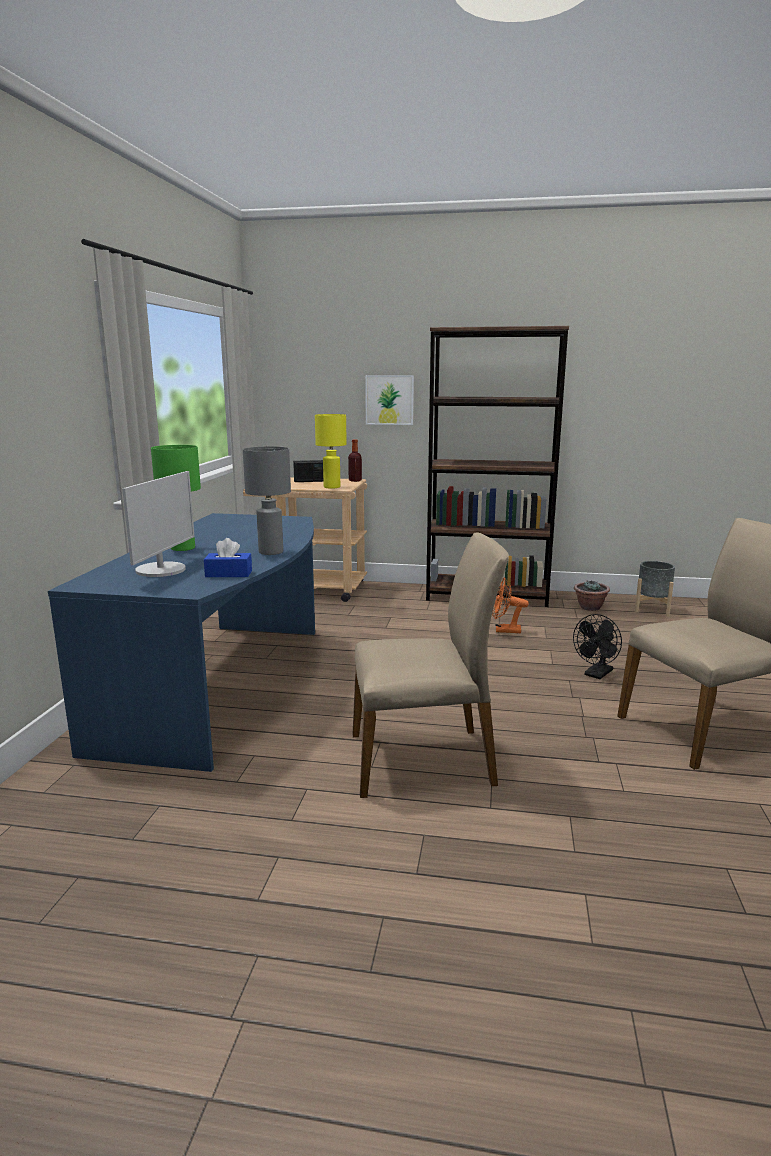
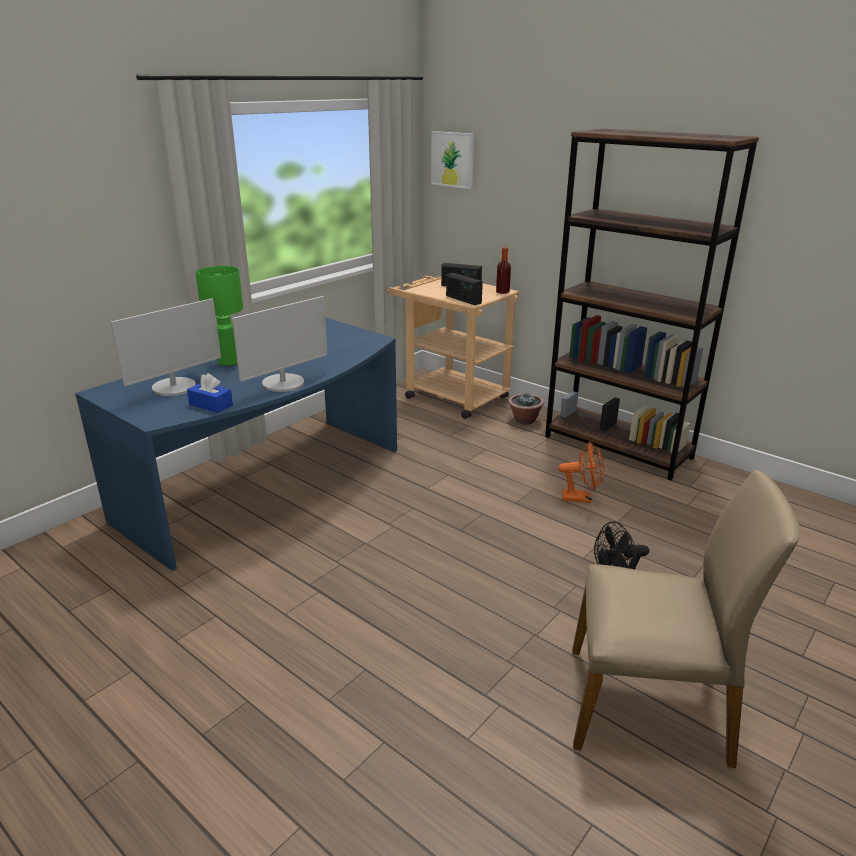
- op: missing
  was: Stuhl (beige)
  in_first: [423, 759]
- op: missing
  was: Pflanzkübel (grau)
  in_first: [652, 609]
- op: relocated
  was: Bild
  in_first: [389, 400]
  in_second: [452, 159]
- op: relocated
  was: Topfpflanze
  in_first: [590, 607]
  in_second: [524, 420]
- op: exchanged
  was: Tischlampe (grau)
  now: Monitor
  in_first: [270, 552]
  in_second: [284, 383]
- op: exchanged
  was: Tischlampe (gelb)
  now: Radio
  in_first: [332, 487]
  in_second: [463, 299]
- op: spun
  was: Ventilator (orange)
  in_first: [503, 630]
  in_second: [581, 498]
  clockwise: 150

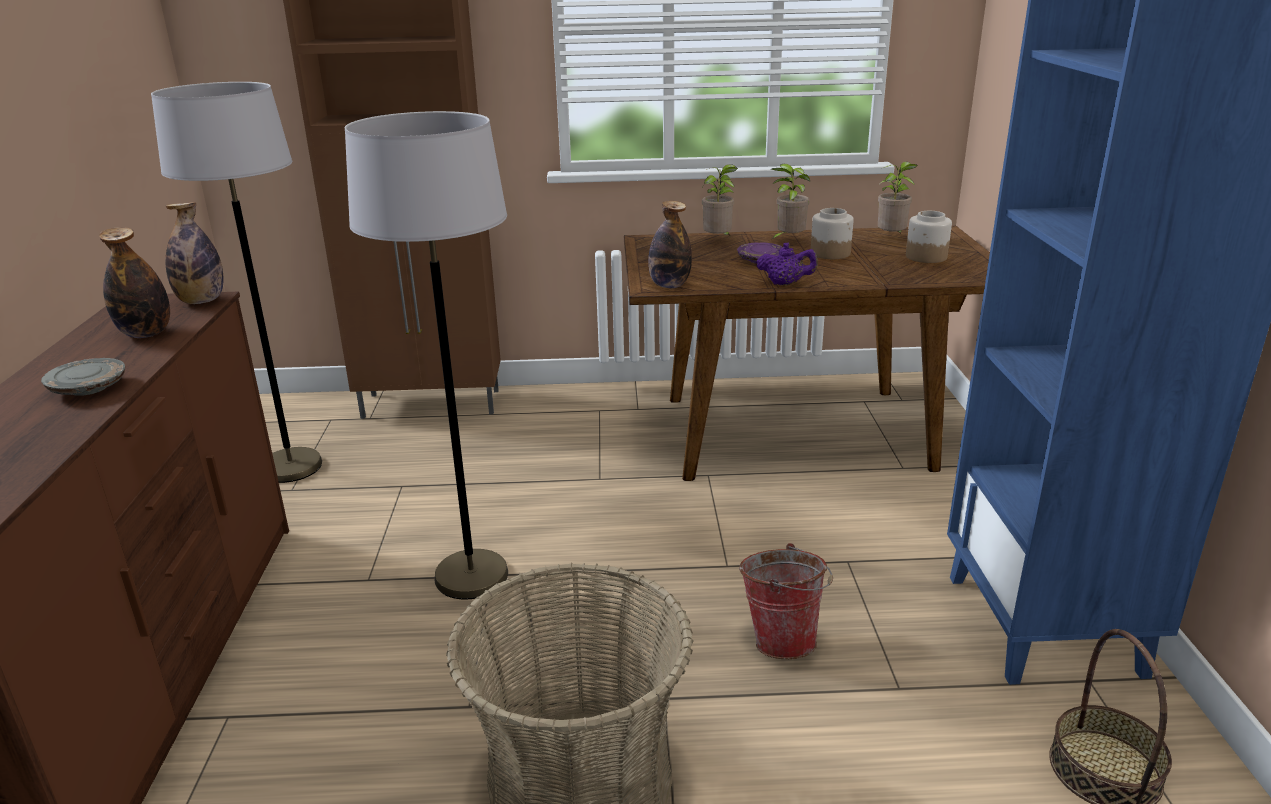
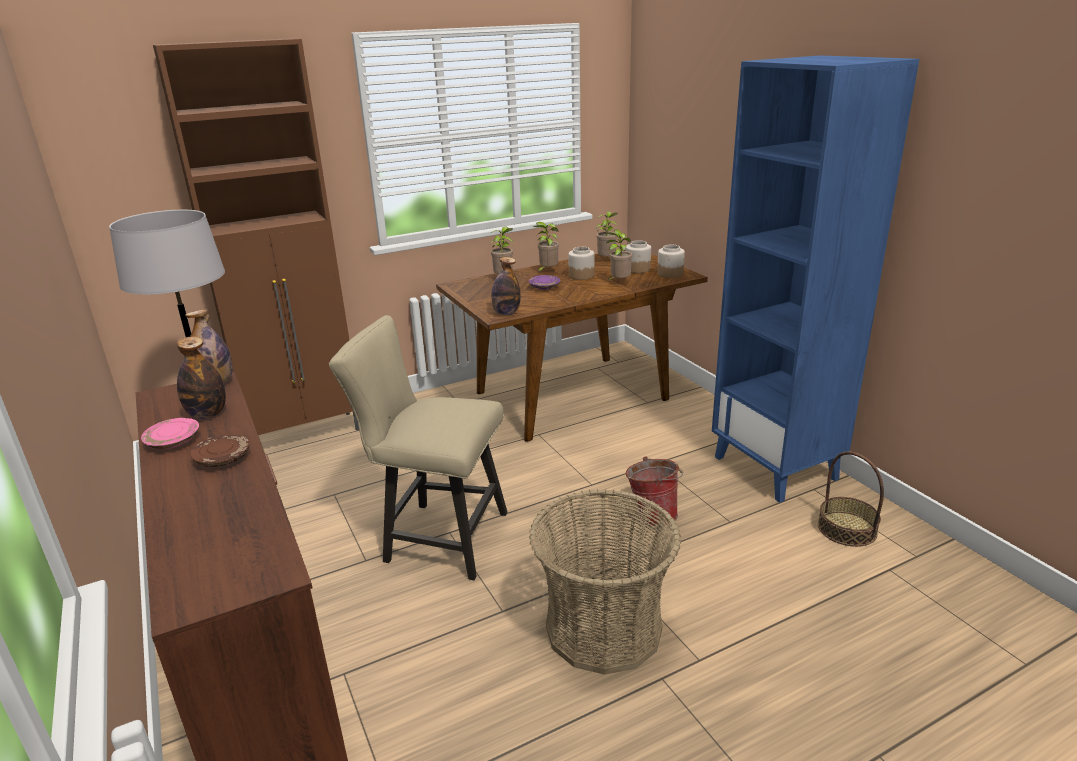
- op: missing
  was: Teekanne (lila)
  in_first: [785, 284]
- op: appeared
  now: Teller (rosa)
  in_second: [173, 442]
- op: appeared
  now: Topfpflanze
  in_second: [619, 282]
- op: appeared
  now: Vorratsglas
  in_second: [670, 274]
- op: exchanged
  was: Stehlampe (grau)
  now: Stuhl (beige)
  in_first: [471, 576]
  in_second: [437, 537]
- op: colour
  was: Teller (grau)
  now: Teller (braun)
  in_first: [88, 388]
  in_second: [223, 459]

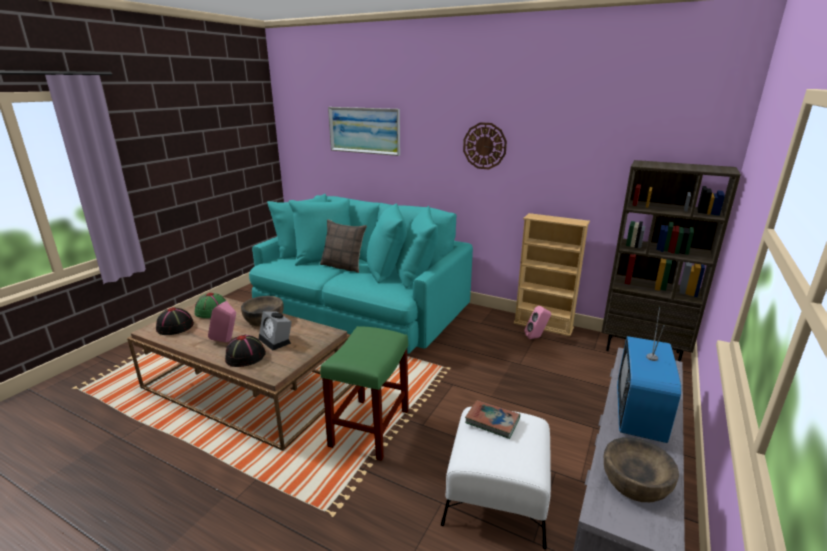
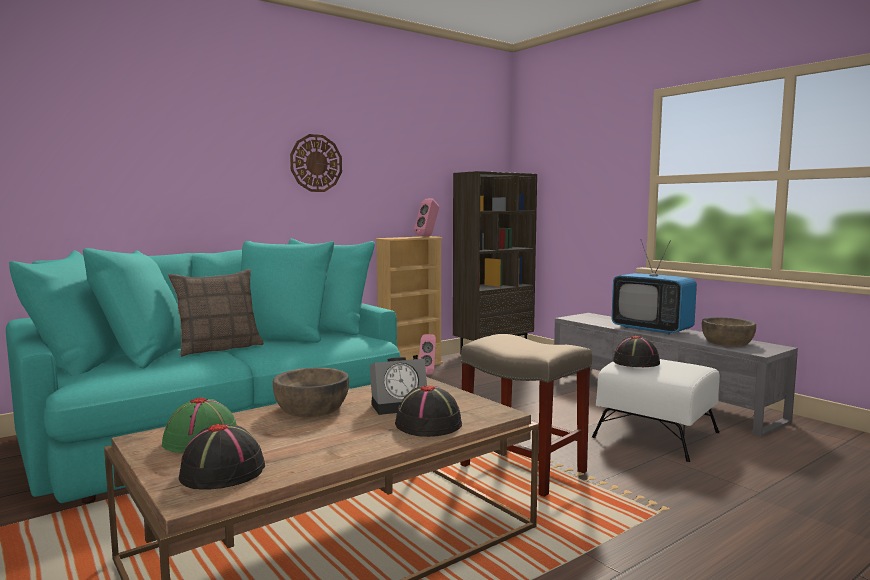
- op: missing
  was: Bild
  in_first: [364, 130]
- op: relocated
  was: Lautsprecher (rosa)
  in_first: [227, 342]
  in_second: [428, 236]
- op: exchanged
  was: Buch
  now: Hut (schwarz)
  in_first: [492, 421]
  in_second: [636, 362]
- op: colour
  was: Hocker (grün)
  now: Hocker (beige)
  in_first: [369, 429]
  in_second: [524, 469]

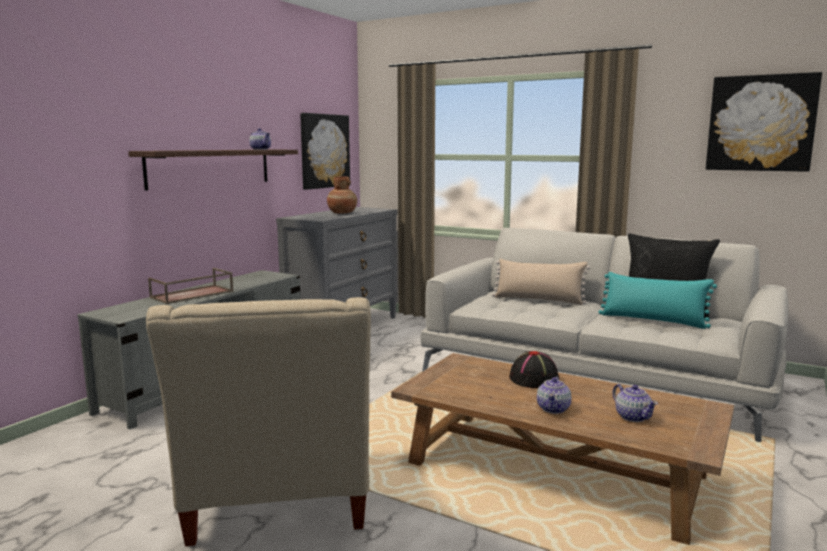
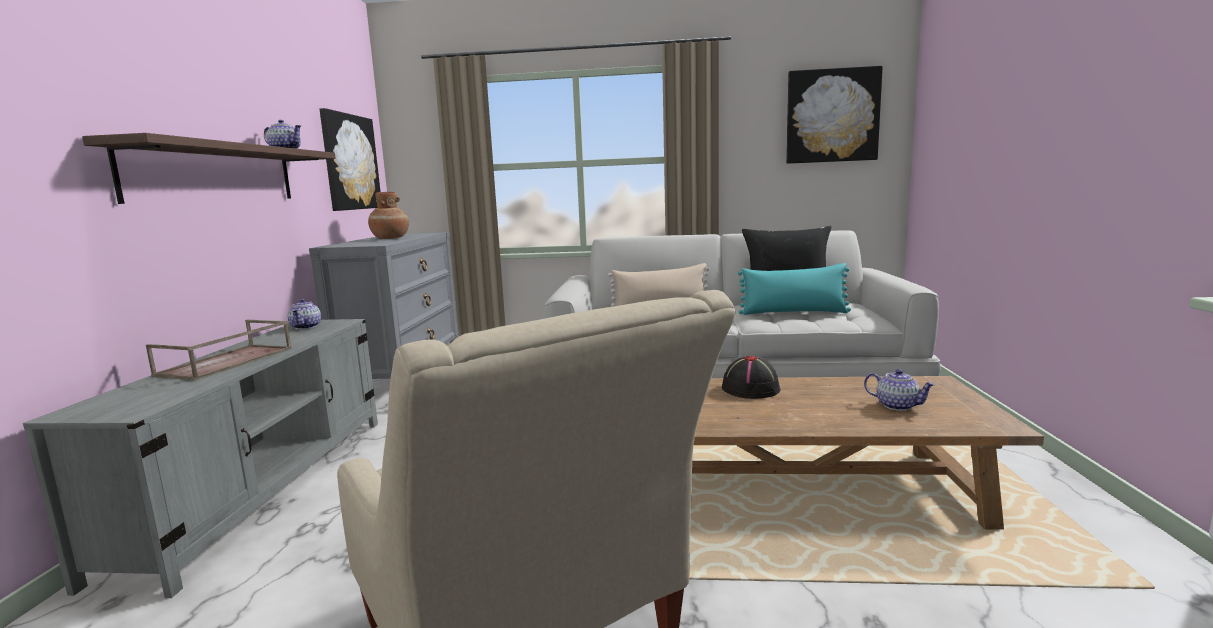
- op: relocated
  was: Teekanne
  in_first: [553, 408]
  in_second: [306, 327]

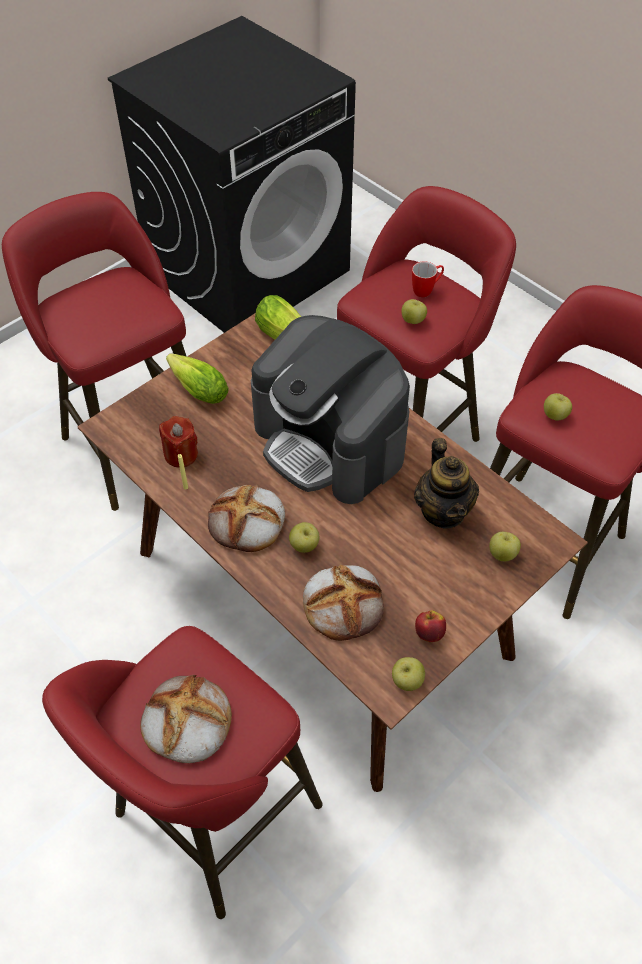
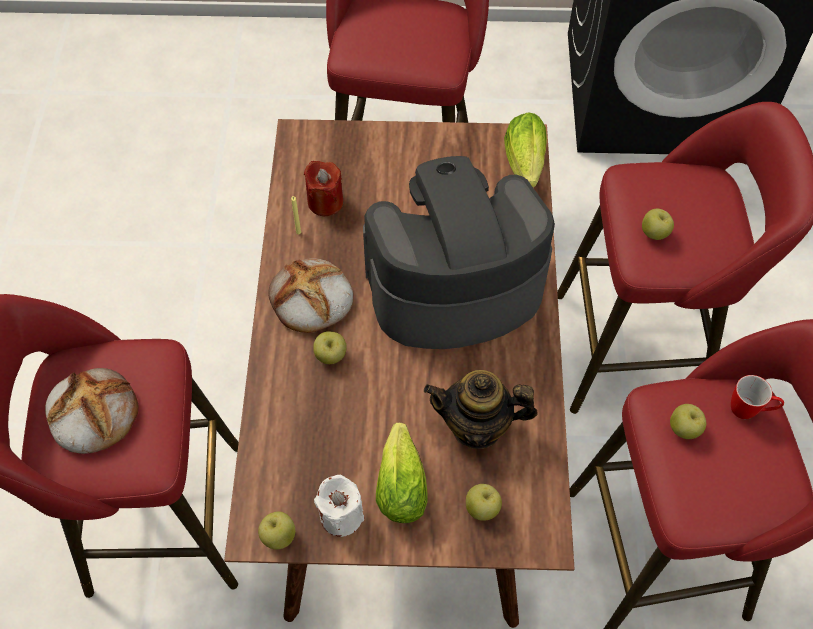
- op: missing
  was: Brot
  in_first: [344, 603]
- op: relocated
  was: Salatkopf
  in_first: [196, 388]
  in_second: [401, 480]
- op: relocated
  was: Henkelbecher
  in_first: [426, 290]
  in_second: [749, 411]
- op: exchanged
  was: Apfel
  now: Kerze (weiß)
  in_first: [429, 633]
  in_second: [341, 516]
- op: spun
  was: Kaffeemaschine
  in_first: [330, 442]
  in_second: [453, 287]
  clockwise: 75
- op: spun
  was: Teekanne
  in_first: [443, 511]
  in_second: [477, 426]
  clockwise: 60

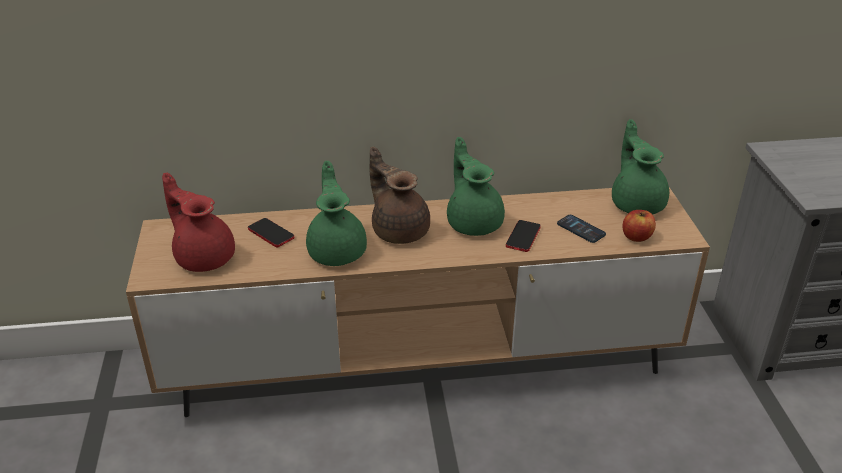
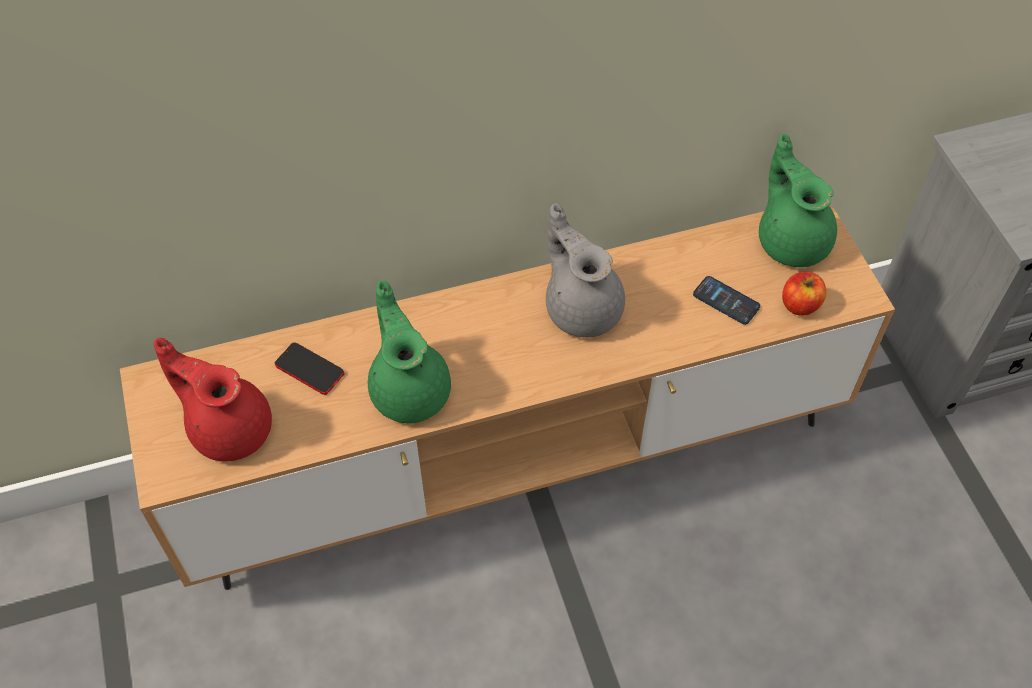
- op: missing
  was: Teekanne (braun)
  in_first: [399, 230]
- op: missing
  was: Handy
  in_first: [523, 237]
- op: colour
  was: Teekanne (grün)
  now: Teekanne (grau)
  in_first: [474, 222]
  in_second: [582, 307]

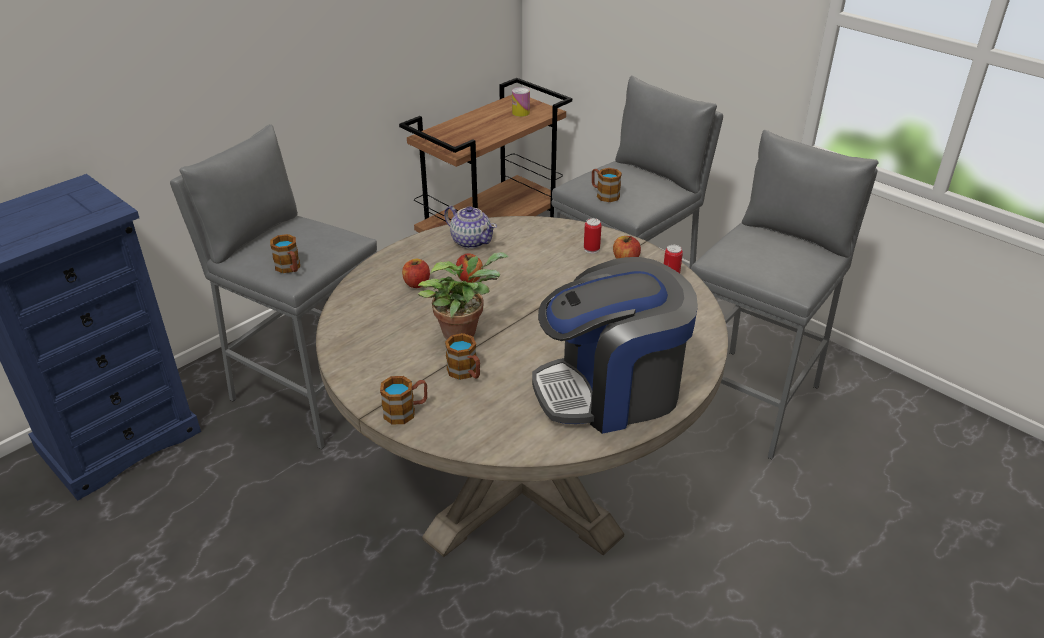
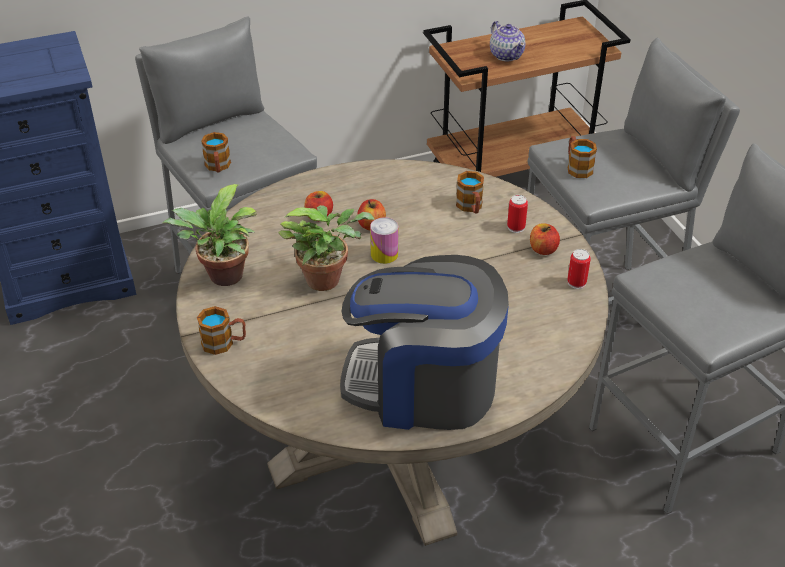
- op: appeared
  now: Topfpflanze
  in_second: [222, 278]
- op: relocated
  was: Teekanne
  in_first: [471, 241]
  in_second: [506, 55]
- op: relocated
  was: Henkelbecher
  in_first: [466, 373]
  in_second: [471, 207]
- op: relocated
  was: Dose
  in_first: [520, 113]
  in_second: [384, 254]

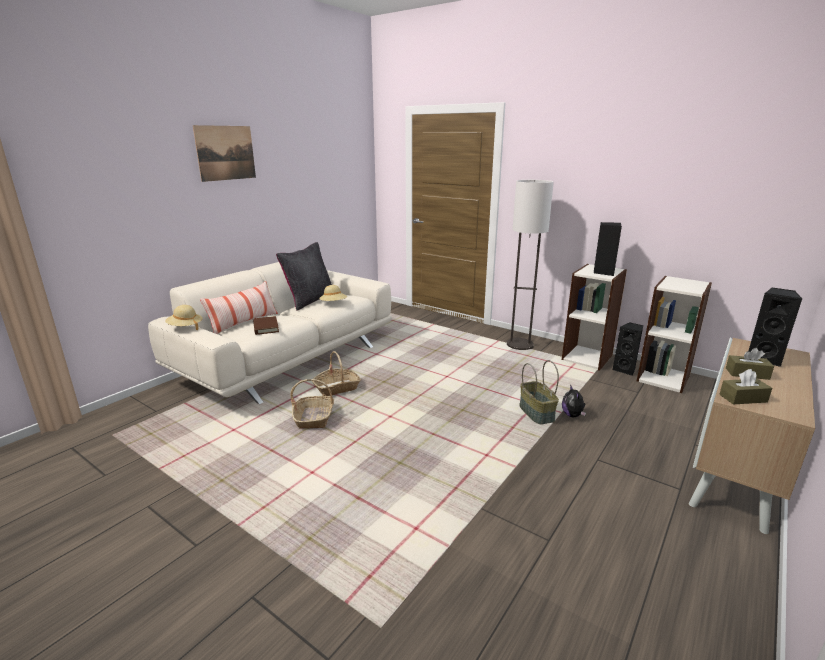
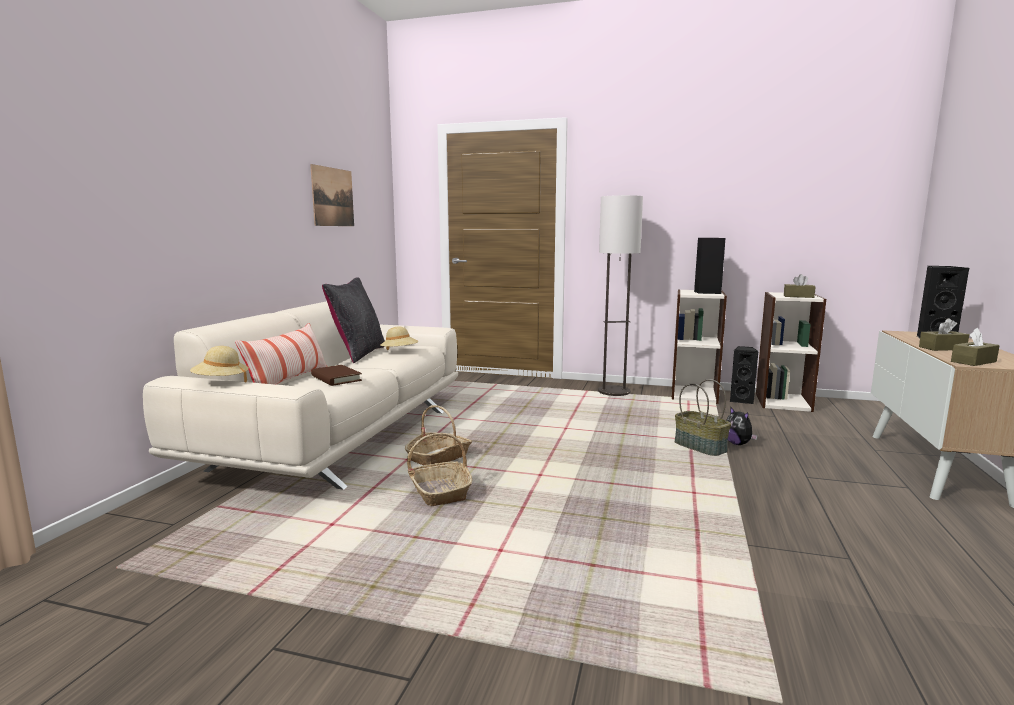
- op: appeared
  now: Taschentuchbox (braun)
  in_second: [798, 296]
- op: relocated
  was: Bild
  in_first: [226, 153]
  in_second: [333, 197]

